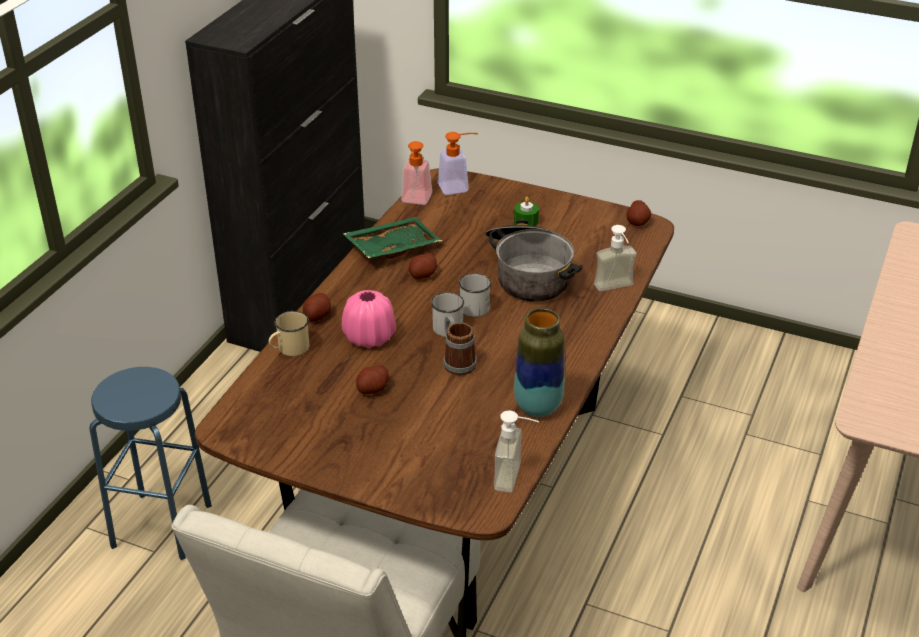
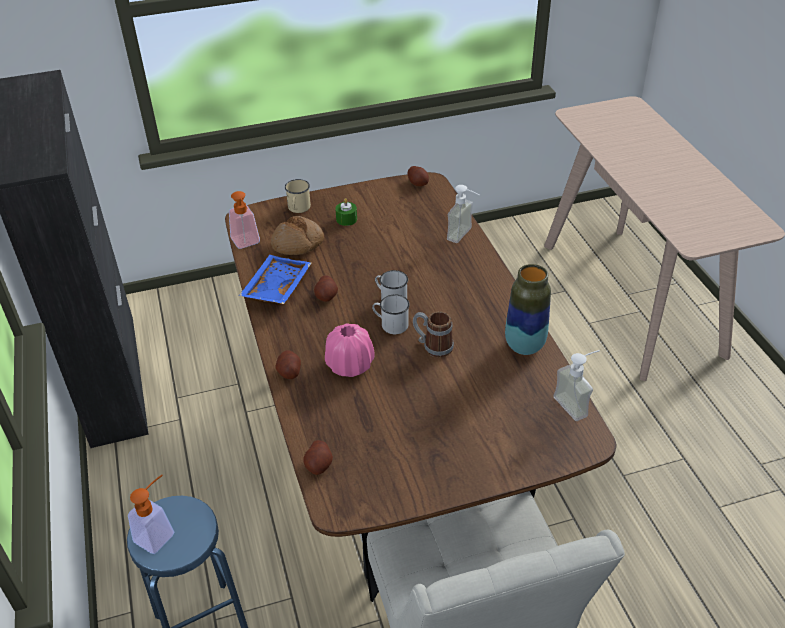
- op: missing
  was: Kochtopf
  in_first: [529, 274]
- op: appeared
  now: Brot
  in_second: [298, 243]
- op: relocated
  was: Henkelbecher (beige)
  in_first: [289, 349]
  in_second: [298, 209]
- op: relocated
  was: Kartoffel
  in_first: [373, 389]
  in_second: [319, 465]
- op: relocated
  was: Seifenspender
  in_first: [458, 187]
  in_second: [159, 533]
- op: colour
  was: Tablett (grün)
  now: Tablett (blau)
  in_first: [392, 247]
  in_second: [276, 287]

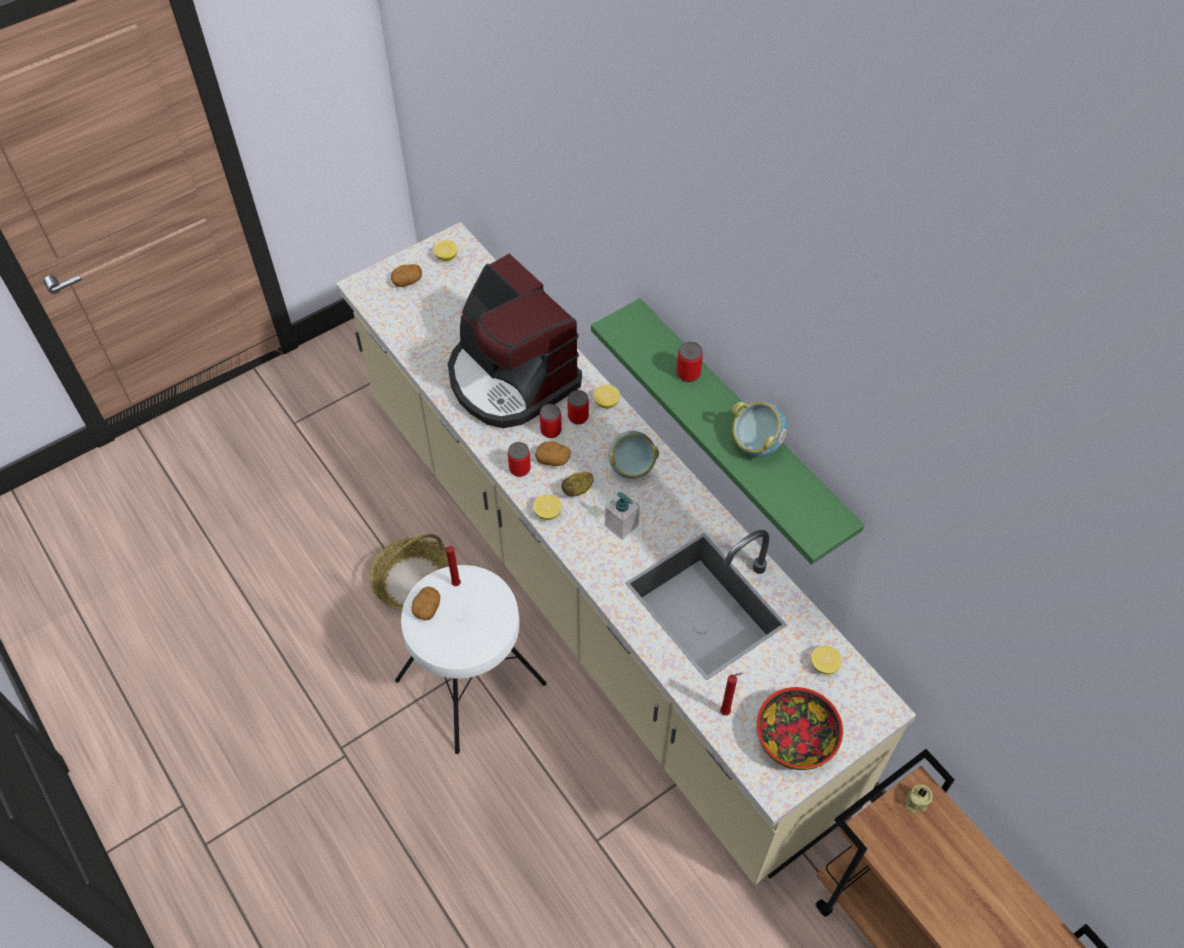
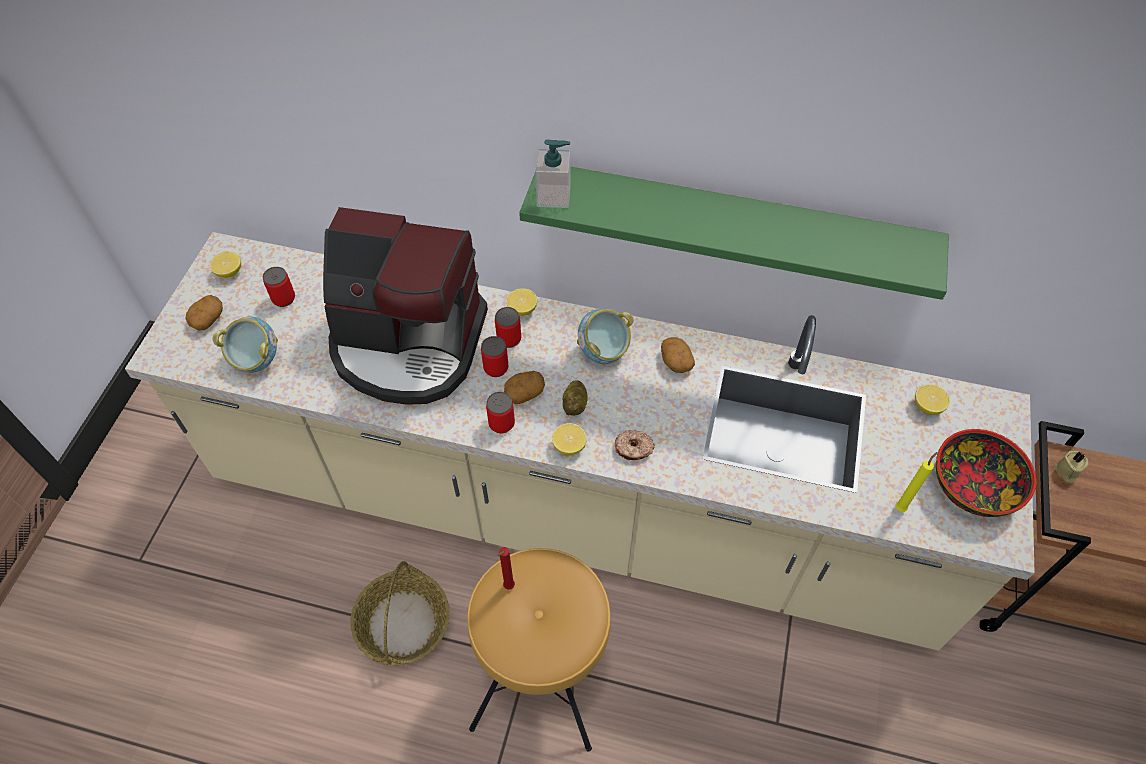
- op: appeared
  now: Donut
  in_second: [633, 449]
- op: relocated
  was: Kartoffel
  in_first: [427, 607]
  in_second: [675, 361]
- op: relocated
  was: Seifenspender
  in_first: [621, 525]
  in_second: [554, 196]
- op: relocated
  was: Dose
  in_first: [688, 373]
  in_second: [283, 298]
- op: relocated
  was: Schüssel
  in_first: [755, 444]
  in_second: [255, 360]
- op: colour
  was: Hocker (weiß)
  now: Hocker (braun)
  in_first: [471, 682]
  in_second: [543, 673]
- op: colour
  was: Kerze (rot)
  now: Kerze (gelb)
  in_first: [727, 712]
  in_second: [901, 507]

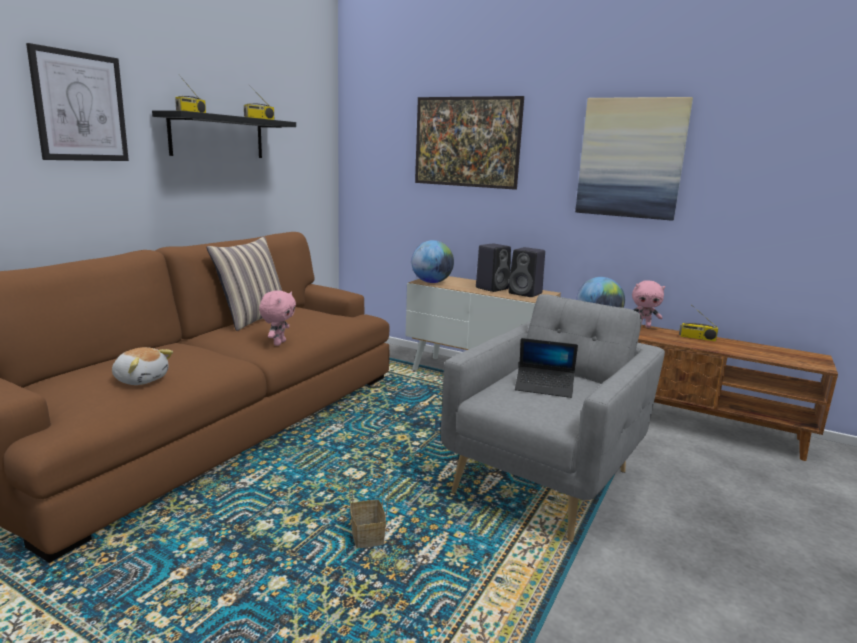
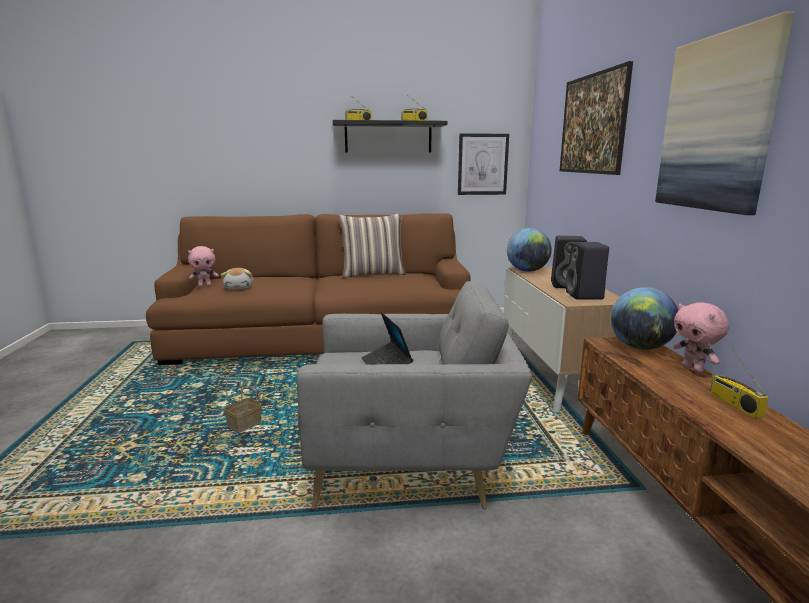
- op: relocated
  was: Bild
  in_first: [80, 107]
  in_second: [482, 164]
- op: relocated
  was: Plüschtier (rosa)
  in_first: [278, 343]
  in_second: [205, 286]

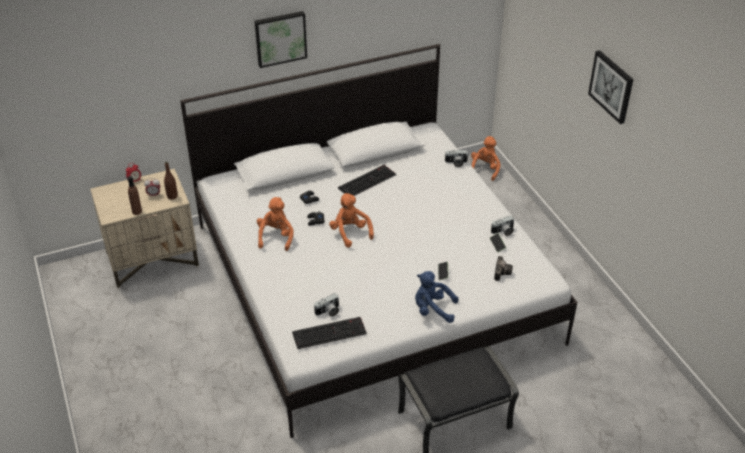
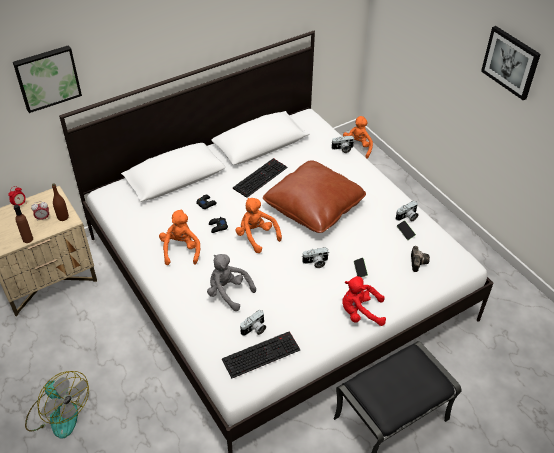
- op: appeared
  now: Ventilator
  in_second: [58, 413]
- op: appeared
  now: Plüschtier (grau)
  in_second: [228, 292]
- op: appeared
  now: Kissen (braun)
  in_second: [314, 207]
- op: appeared
  now: Kamera
  in_second: [315, 263]
- op: relocated
  was: Bild
  in_first: [280, 38]
  in_second: [47, 77]
- op: colour
  was: Plüschtier (blau)
  now: Plüschtier (rot)
  in_first: [433, 309]
  in_second: [360, 312]

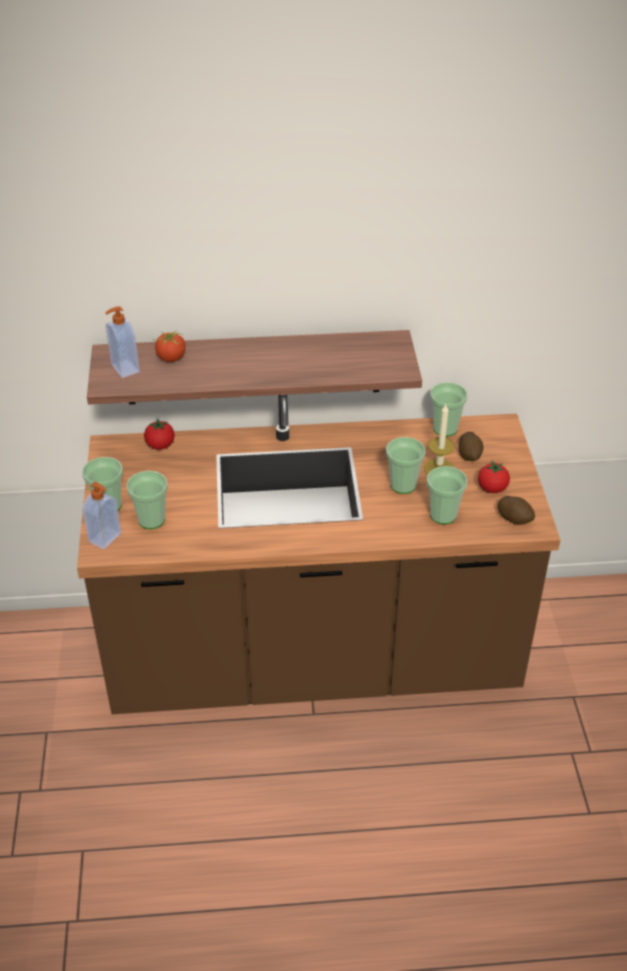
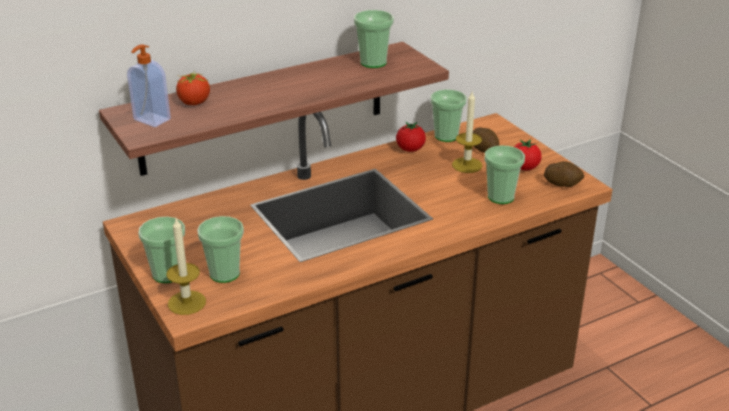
- op: relocated
  was: Tomate
  in_first: [160, 445]
  in_second: [410, 149]
- op: relocated
  was: Tasse
  in_first: [403, 485]
  in_second: [373, 62]
- op: exchanged
  was: Seifenspender
  now: Kerze
  in_first: [106, 538]
  in_second: [187, 302]

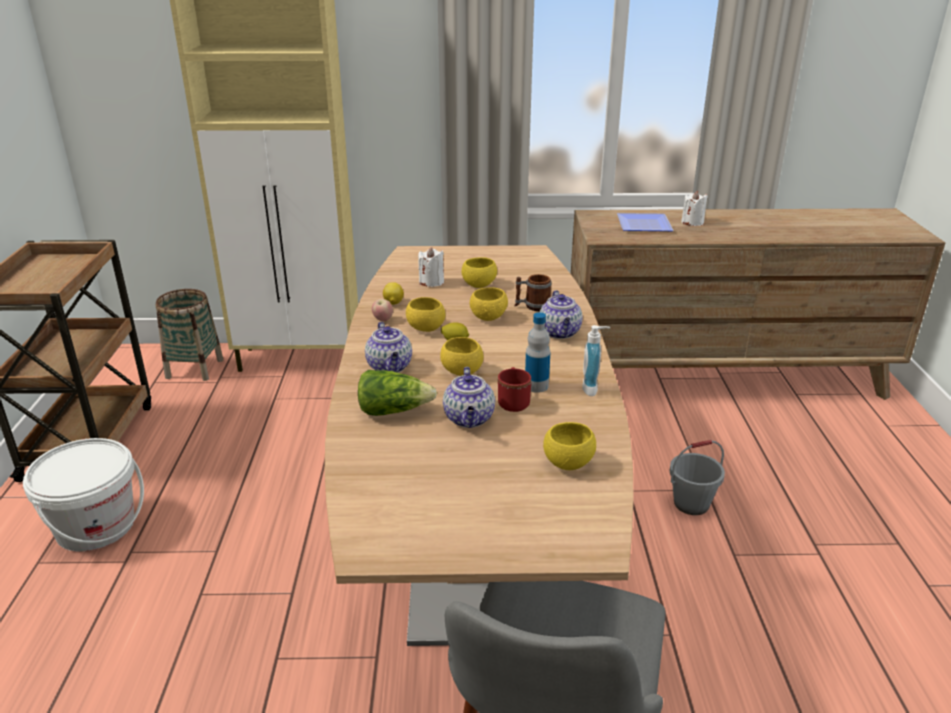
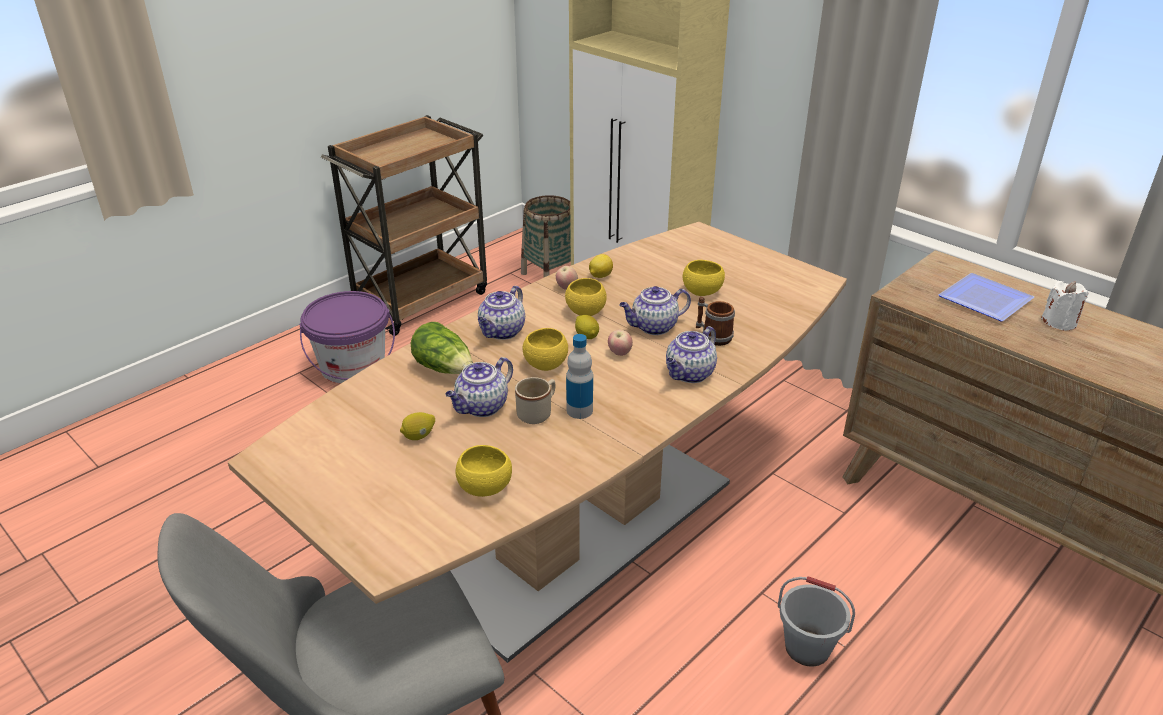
- op: missing
  was: Kerze (weiß)
  in_first: [431, 282]
- op: missing
  was: Seifenspender
  in_first: [593, 389]
- op: appeared
  now: Zitrone
  in_second: [419, 436]
- op: appeared
  now: Apfel
  in_second: [619, 353]
- op: exchanged
  was: Schüssel (gelb)
  now: Teekanne
  in_first: [488, 317]
  in_second: [653, 327]
- op: colour
  was: Eimer (weiß)
  now: Eimer (lila)
  in_first: [96, 526]
  in_second: [353, 366]
- op: colour
  was: Henkelbecher (rot)
  now: Henkelbecher (beige)
  in_first: [513, 401]
  in_second: [538, 413]

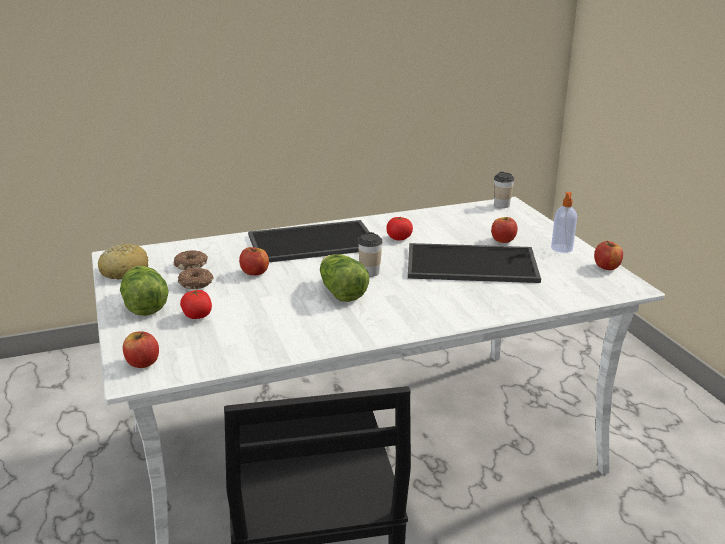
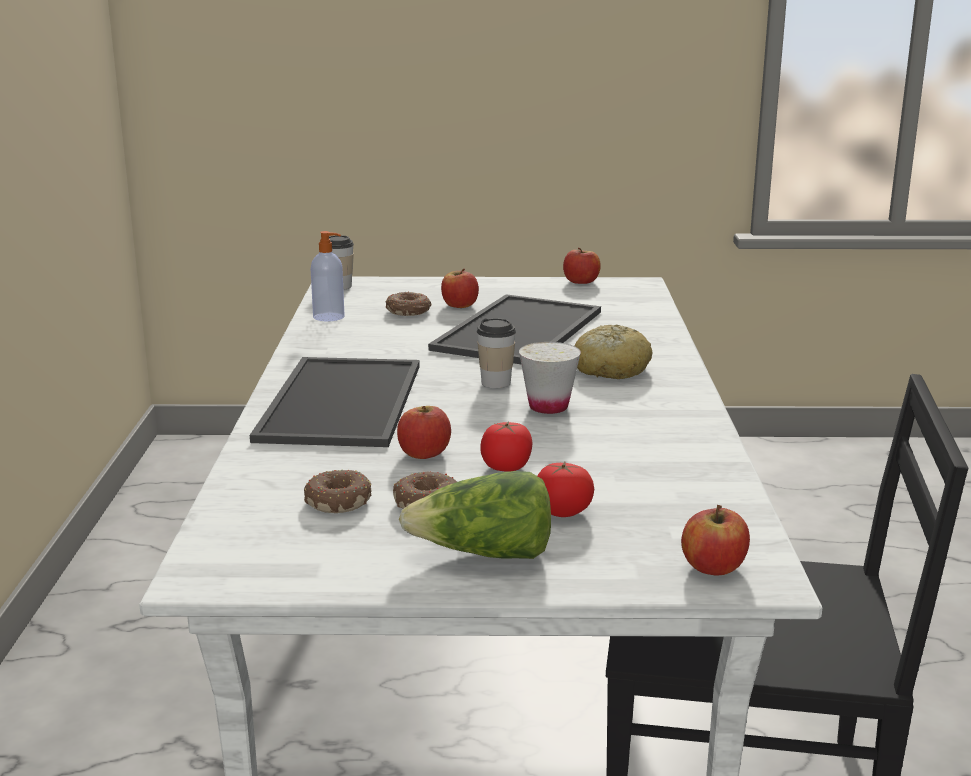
- op: appeared
  now: Donut
  in_second: [408, 312]
- op: relocated
  was: Brot
  in_first: [124, 271]
  in_second: [610, 369]
- op: relocated
  was: Tomate
  in_first: [399, 238]
  in_second: [506, 467]
- op: relocated
  was: Seifenspender
  in_first: [562, 249]
  in_second: [330, 317]
- op: exchanged
  was: Salatkopf
  now: Tasse (weiß)
  in_first: [341, 292]
  in_second: [548, 407]

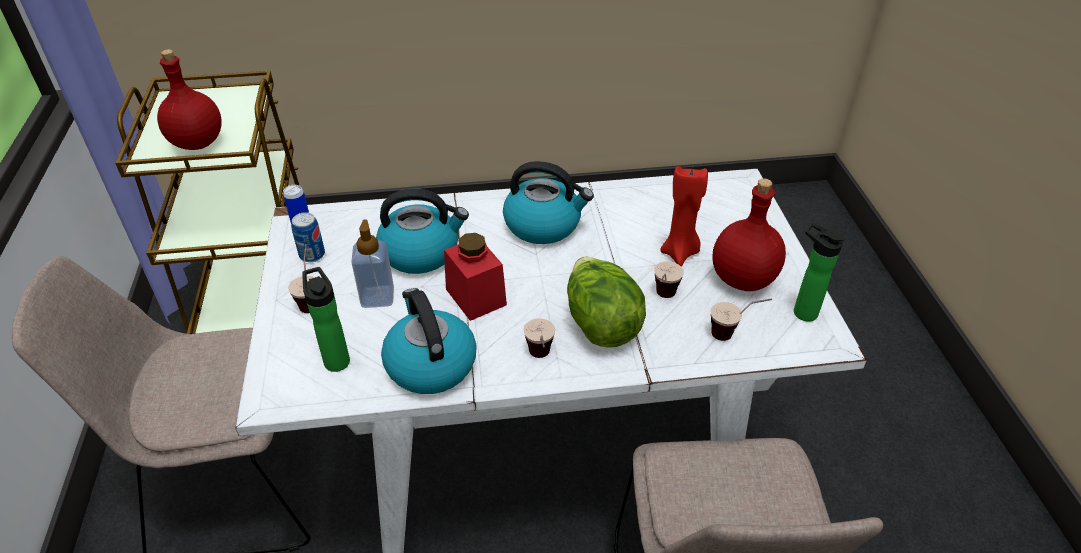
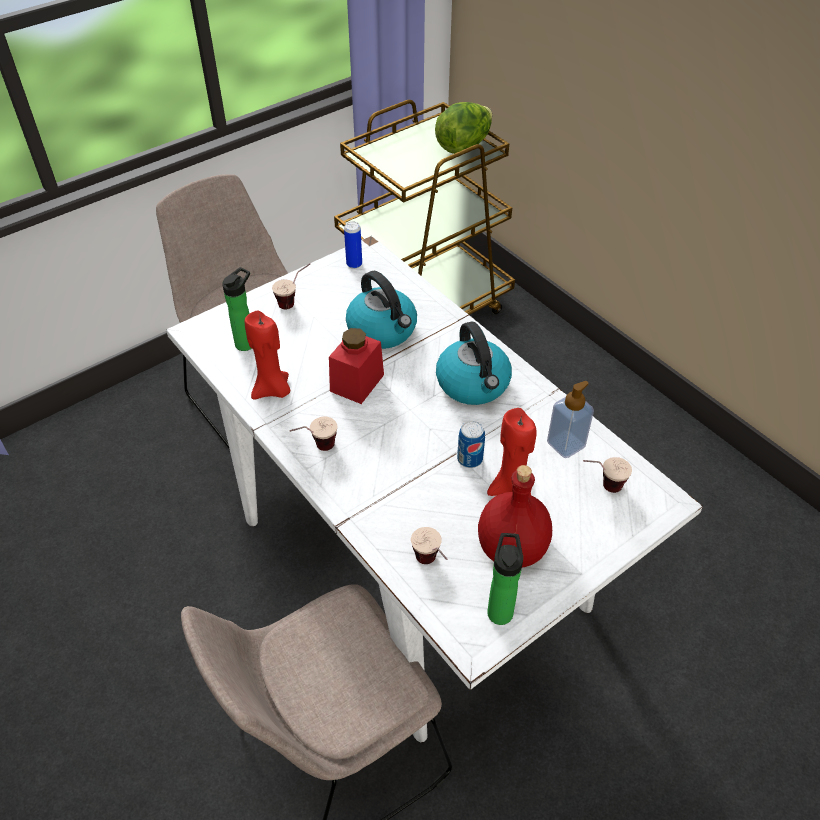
- op: missing
  was: Flasche (rot)
  in_first: [198, 142]
- op: relocated
  was: Dose
  in_first: [312, 255]
  in_second: [469, 459]
- op: relocated
  was: Seifenspender
  in_first: [377, 297]
  in_second: [566, 444]
- op: relocated
  was: Salatkopf
  in_first: [600, 324]
  in_second: [464, 146]
- op: relocated
  was: Tasse
  in_first: [662, 299]
  in_second: [601, 487]
- op: exchanged
  was: Wasserkessel
  now: Kerze (rot)
  in_first: [430, 363]
  in_second: [273, 390]

